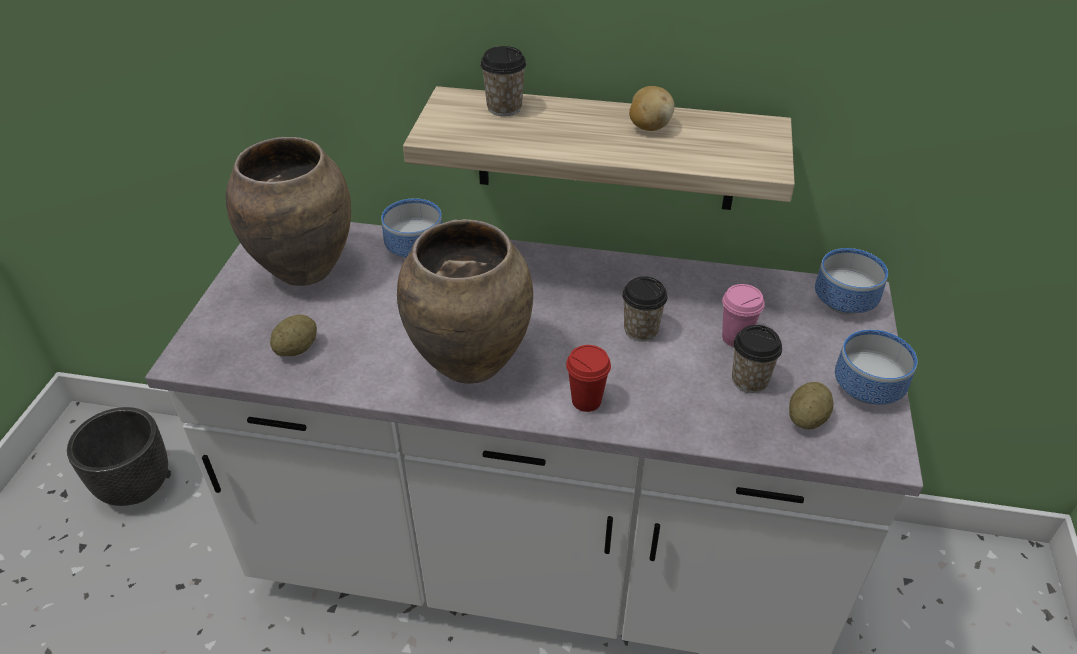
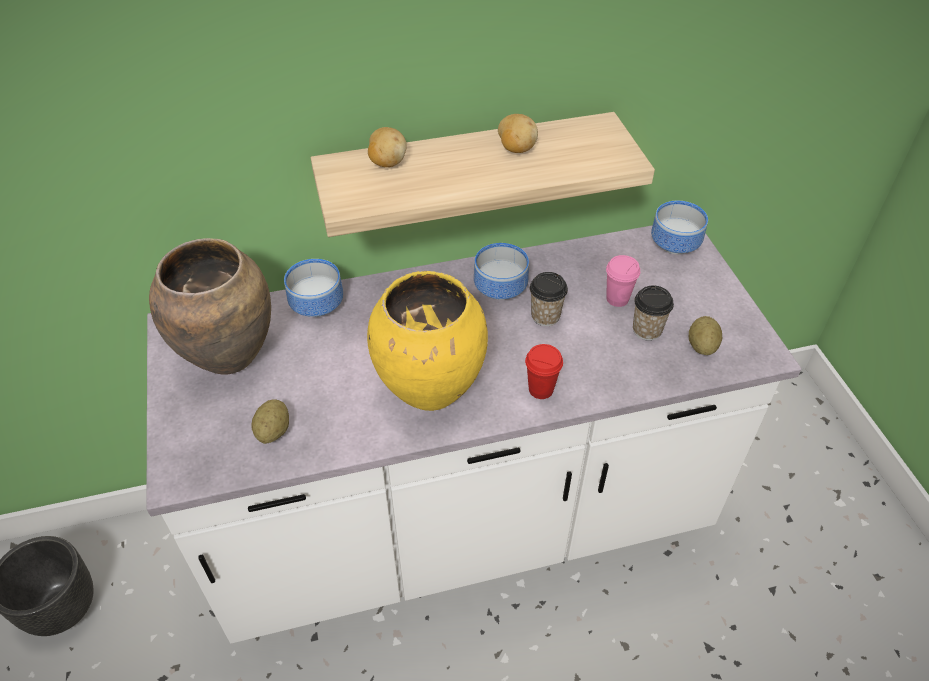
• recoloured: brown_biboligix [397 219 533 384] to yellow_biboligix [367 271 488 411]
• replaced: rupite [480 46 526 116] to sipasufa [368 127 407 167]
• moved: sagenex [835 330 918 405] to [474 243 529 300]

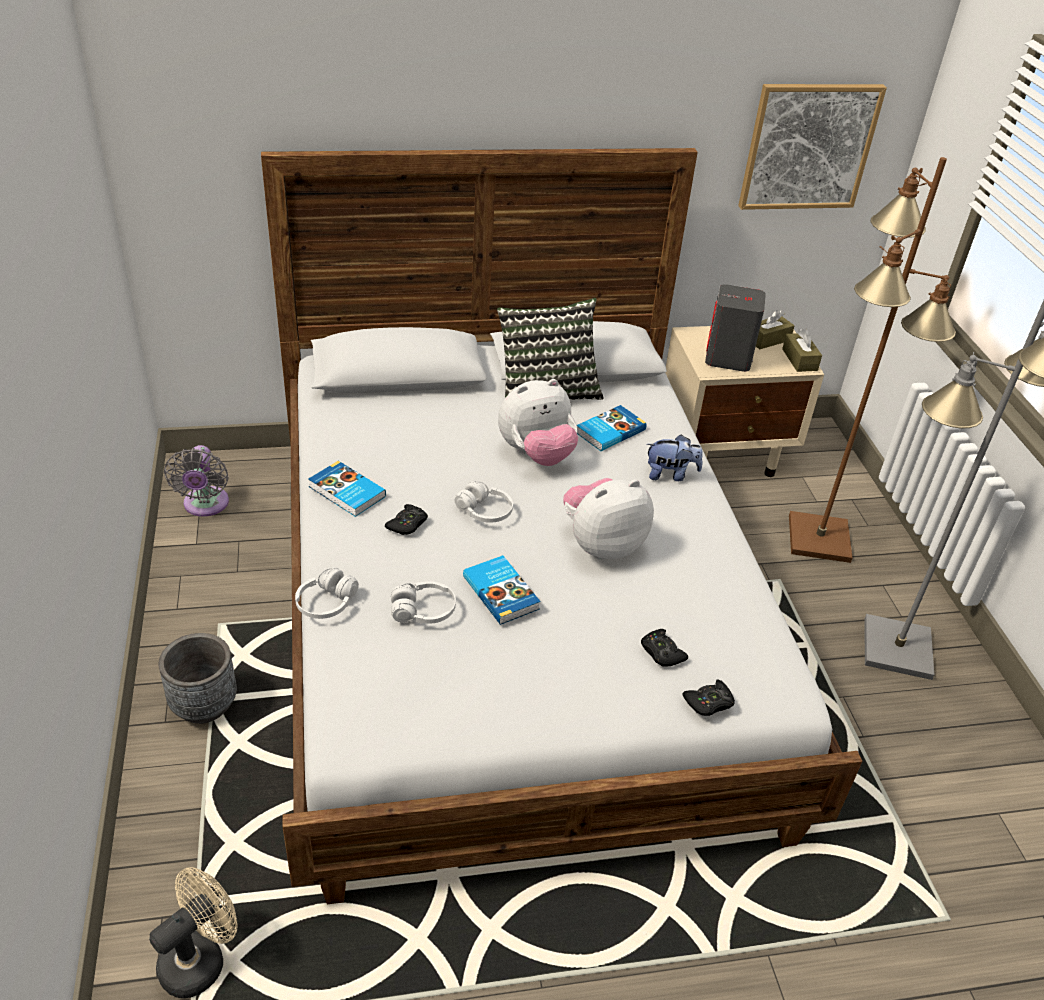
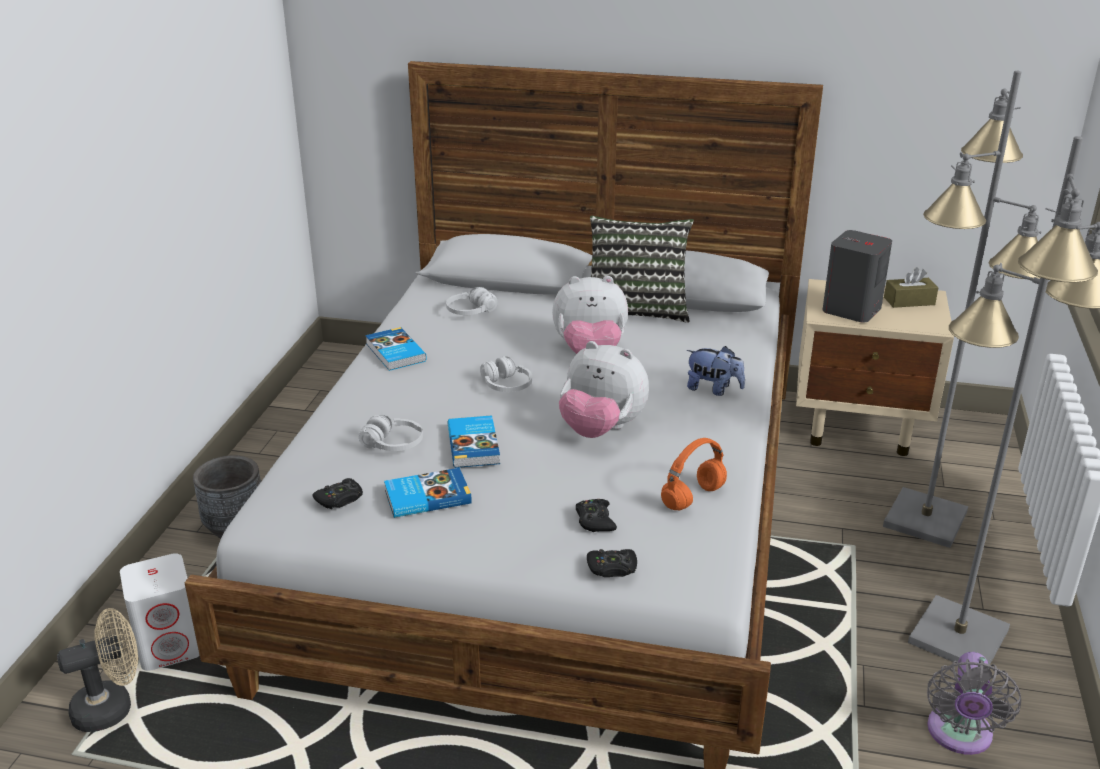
• moved: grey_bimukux [164 445 229 516] to [927 652 1021 755]
• moved: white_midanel [295 567 359 619] to [446 287 498 315]
• moved: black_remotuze [385 504 428 535] to [313 478 363 509]
• turned: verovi [563 478 654 560] = [559 341 649 438] 150 degrees counterclockwise
• moved: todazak [577 405 647 451] to [384 468 472 518]
• removed: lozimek [738 84 887 210]
• removed: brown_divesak [782 328 822 372]
• recoloured: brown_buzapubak [789 157 956 563] to grey_buzapubak [883 71 1041 548]
• added: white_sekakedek [120 553 200 671]
• added: orange_midanel [661 438 727 510]

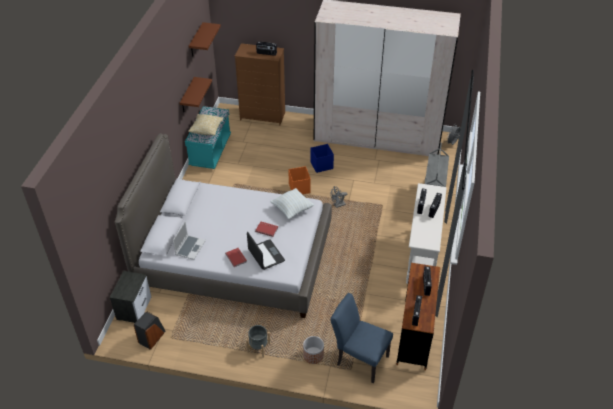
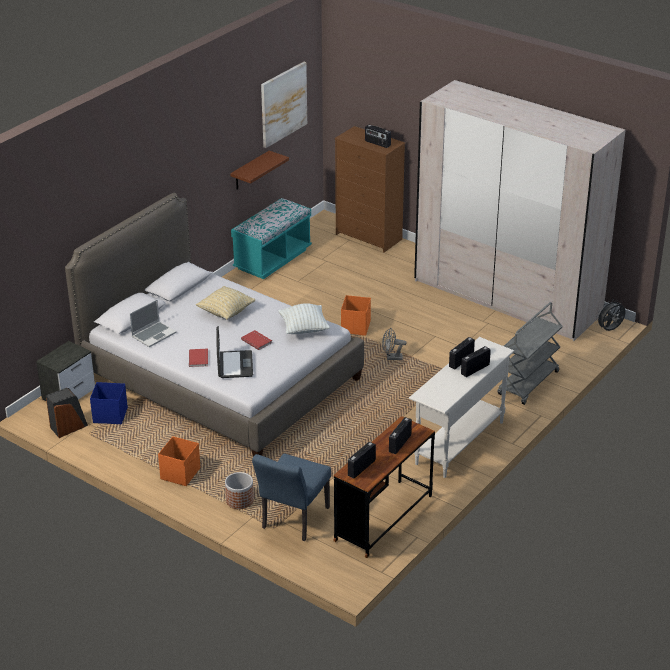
• replaced: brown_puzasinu [189 22 221 57] to lozimek [261 62 307 148]
• moved: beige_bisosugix [189 114 224 136] to [196 286 255 320]
• replaced: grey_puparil [246 325 270 358] to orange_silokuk [158 436 201 486]
• moved: blue_silokuk [310 144 334 173] to [90 382 128 424]
• turned: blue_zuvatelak [330 293 393 383] = [252 454 331 541] 120 degrees counterclockwise

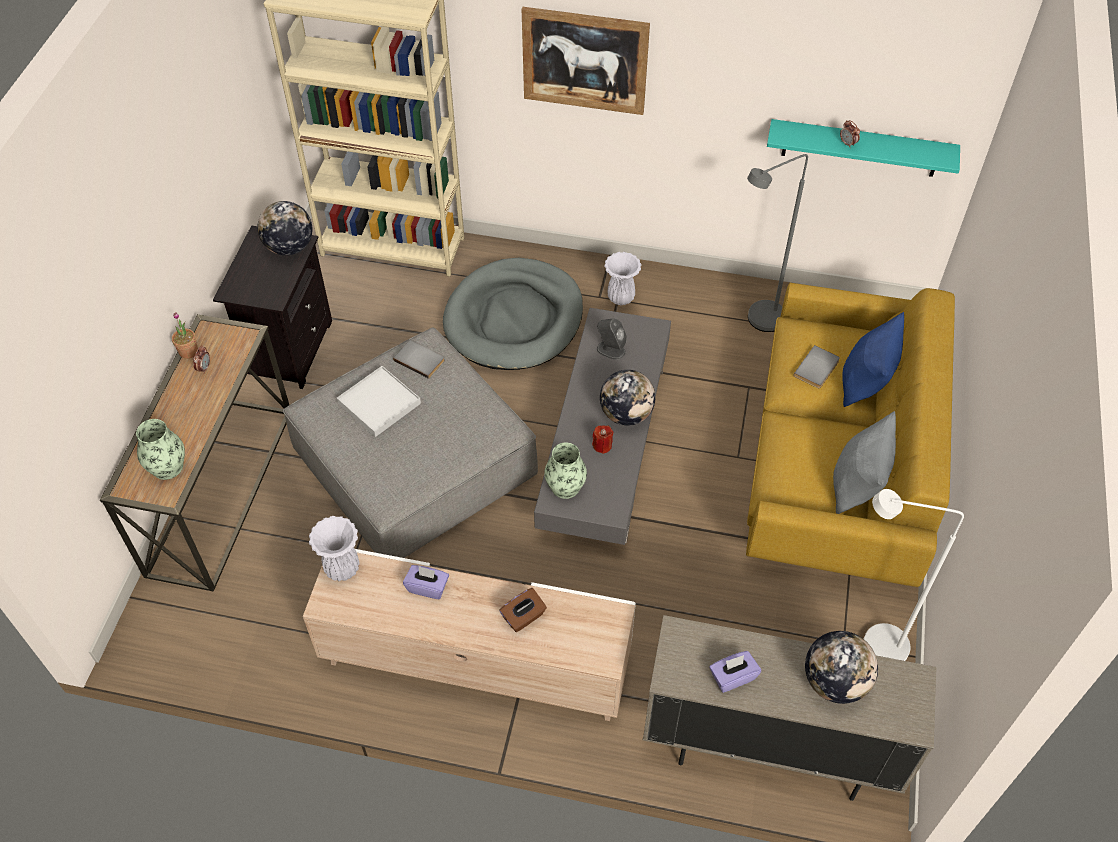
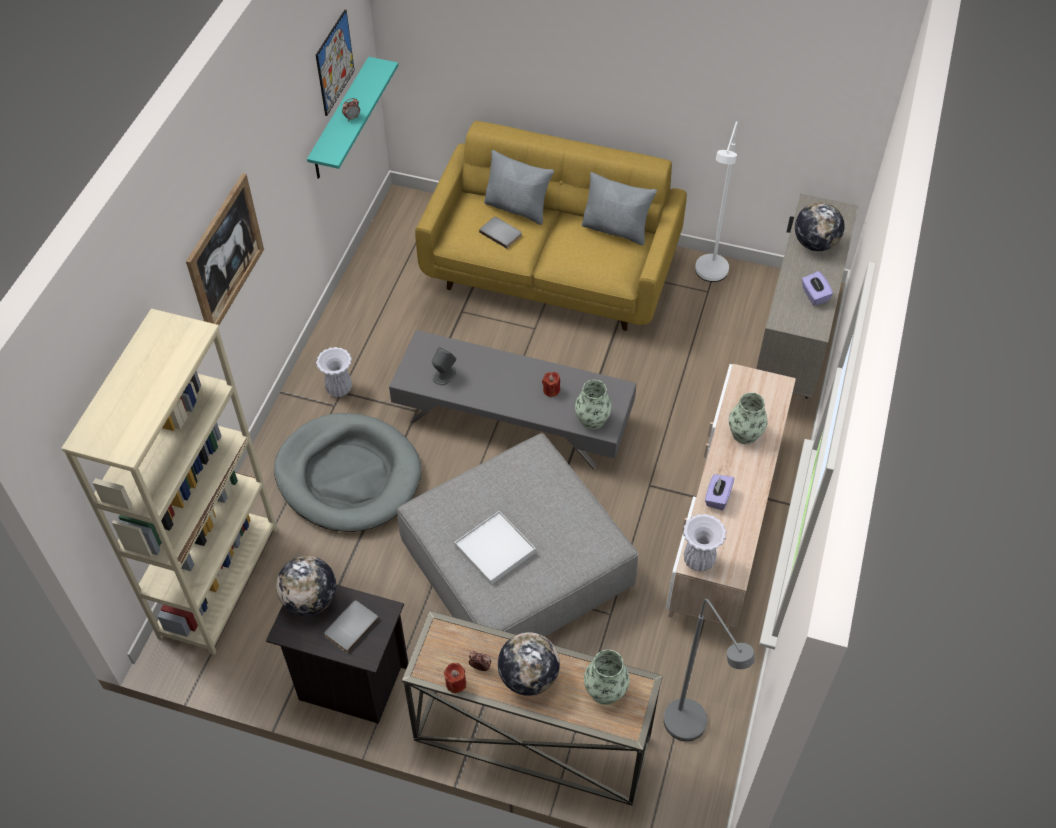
• replaced: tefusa [172 312 198 359] to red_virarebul [444 663 466 693]
• moved: grey_todazak [393 340 445 379] to [324 600 379 653]
• replaced: brown_divesak [500 588 547 632] to biboligix [729 392 768 444]
• moved: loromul [600 370 655 426] to [498 632 560 696]
• moved: grey_buzapubak [747 154 808 332] to [664 599 755 741]
• recoloured: blue_bisosugix [842 312 904 407] to grey_bisosugix [484 150 554 225]
• added: lozimek [316 9 355 116]

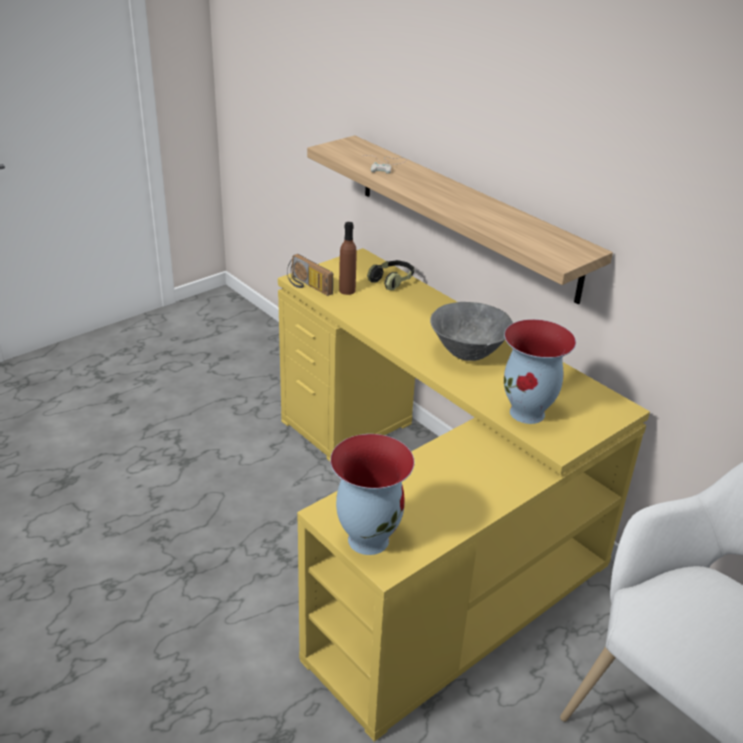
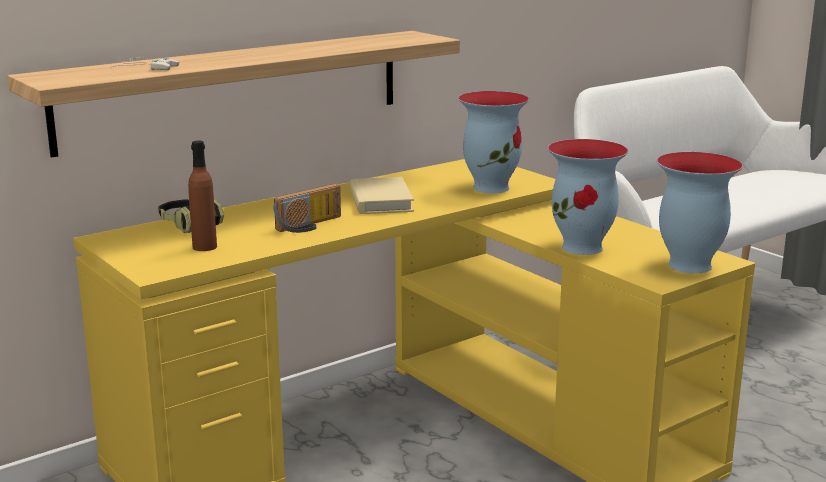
• moved: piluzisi [287 254 333 296] to [273 184 341 233]
• replaced: grey_sagenex [430 302 513 361] to beige_todazak [350 177 414 214]
• added: biboligix [548 139 628 255]

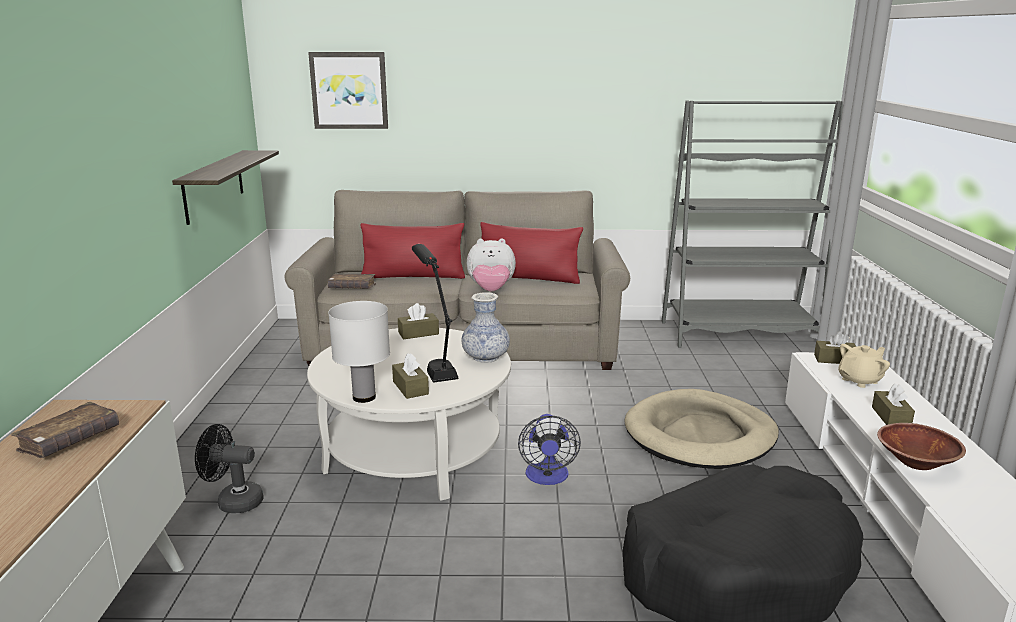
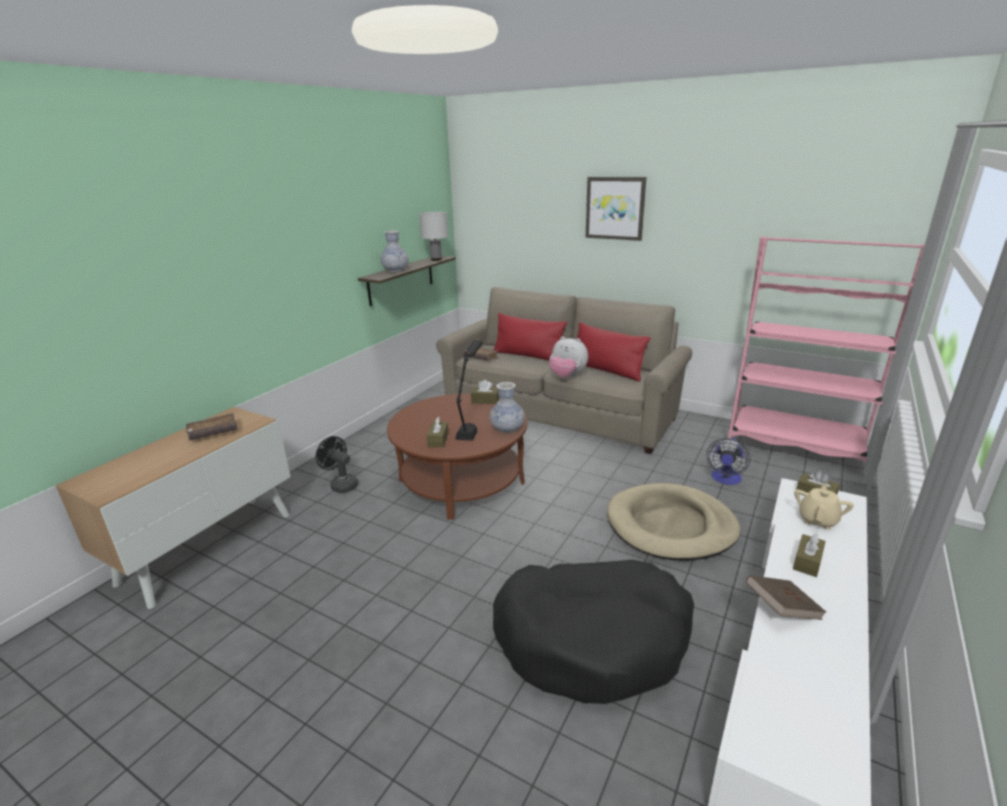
• recoloured: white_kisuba [307 328 511 501] to brown_kisuba [387 394 527 520]
• moved: lozimek [308 52 388 129] to [586 177 646 241]
• moved: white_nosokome [328 301 390 403] to [419 212 448 261]
• moved: bimukux [518 414 581 485] to [707 438 750 485]
• recoloured: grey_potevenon [662 100 843 347] to pink_potevenon [728 236 925 463]
• turned: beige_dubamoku [838 344 890 388] = [794 483 854 530] 60 degrees counterclockwise
• replaced: brown_sagenex [877 423 966 470] to brown_todazak [746 575 827 620]
• added: biboligix [380 231 409 272]

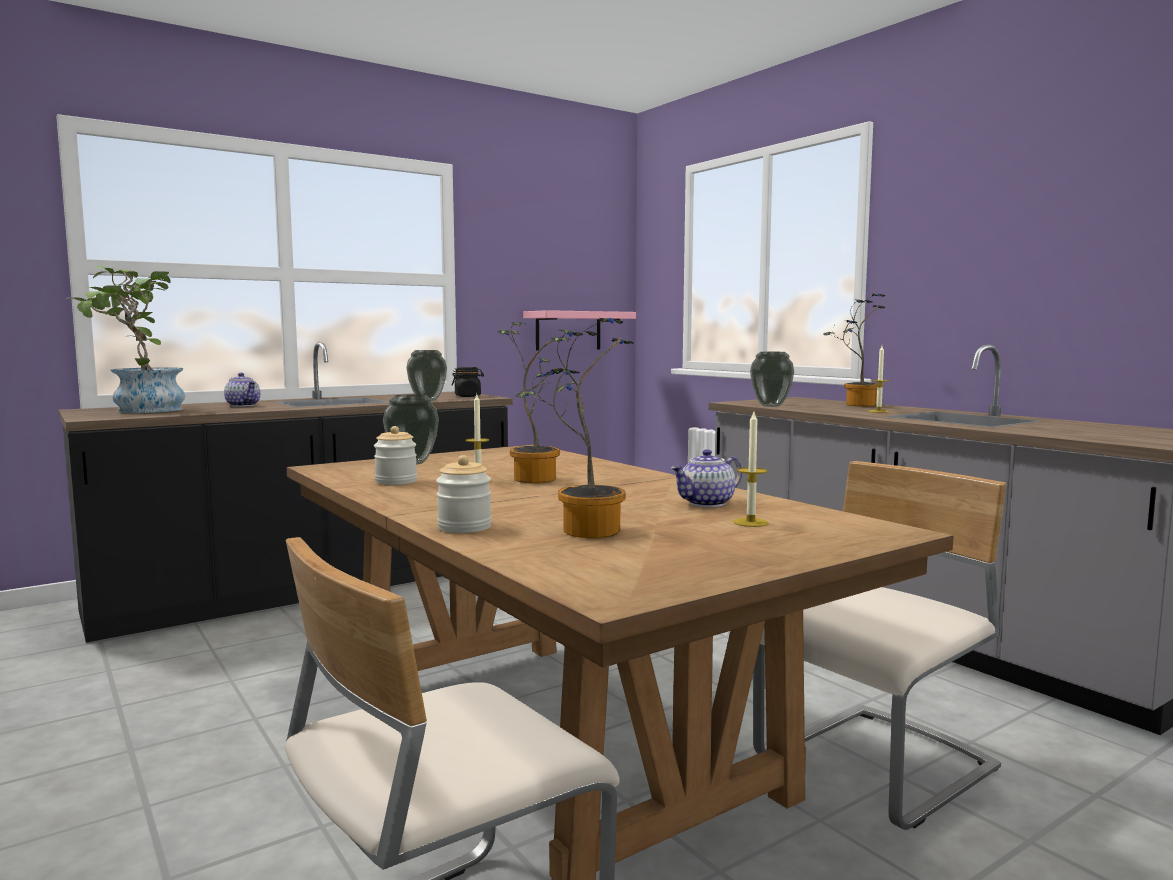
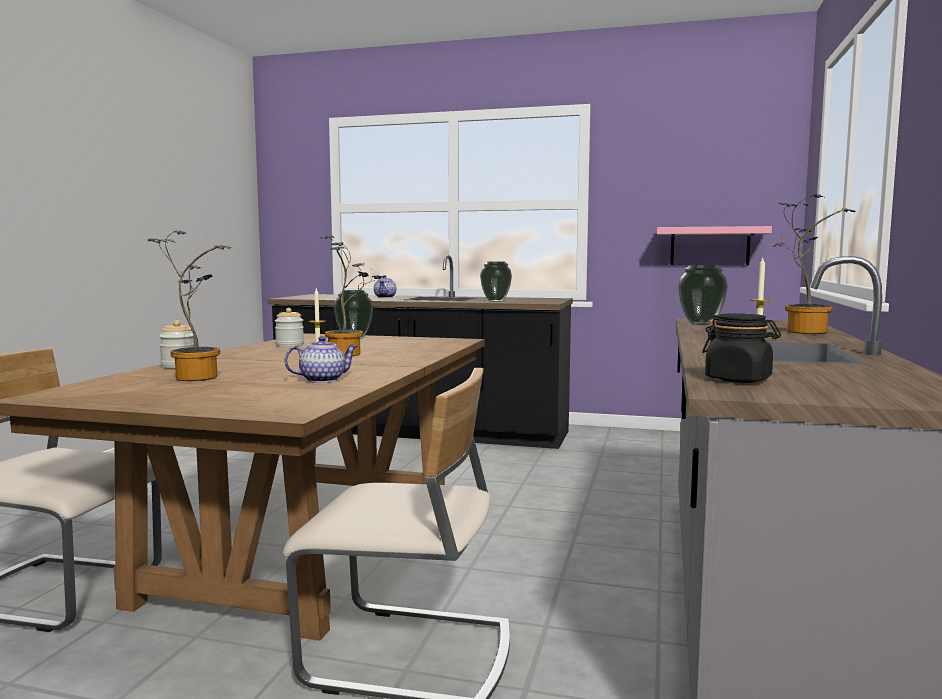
• removed: tefusa [73 266 185 413]
• moved: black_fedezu [452 367 484 397] to [702 314 781 383]
• turned: dubamoku [671 449 742 507] = [284 336 357 383] 135 degrees clockwise
• removed: virarebul [733 412 769 527]

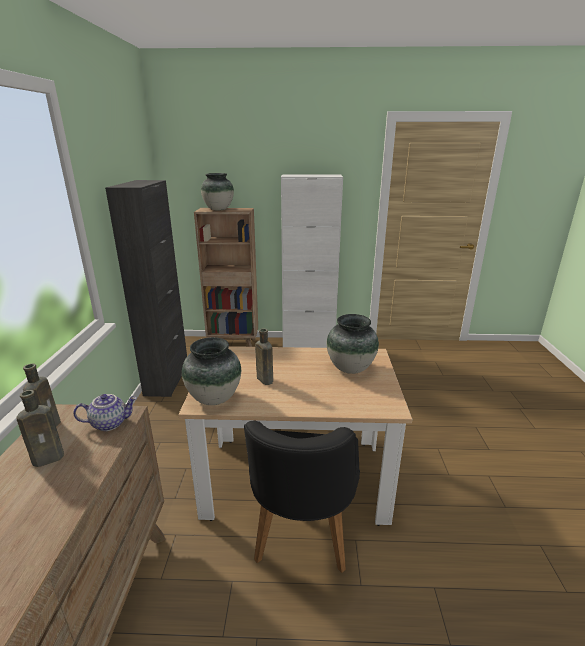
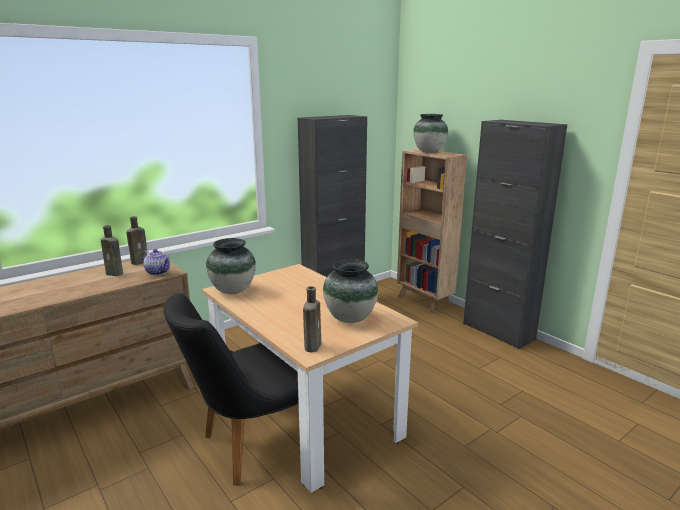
• moved: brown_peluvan [255 328 273 385] to [303 286 321 352]
• recoloured: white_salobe [281 174 343 348] to black_salobe [463 120 567 349]

